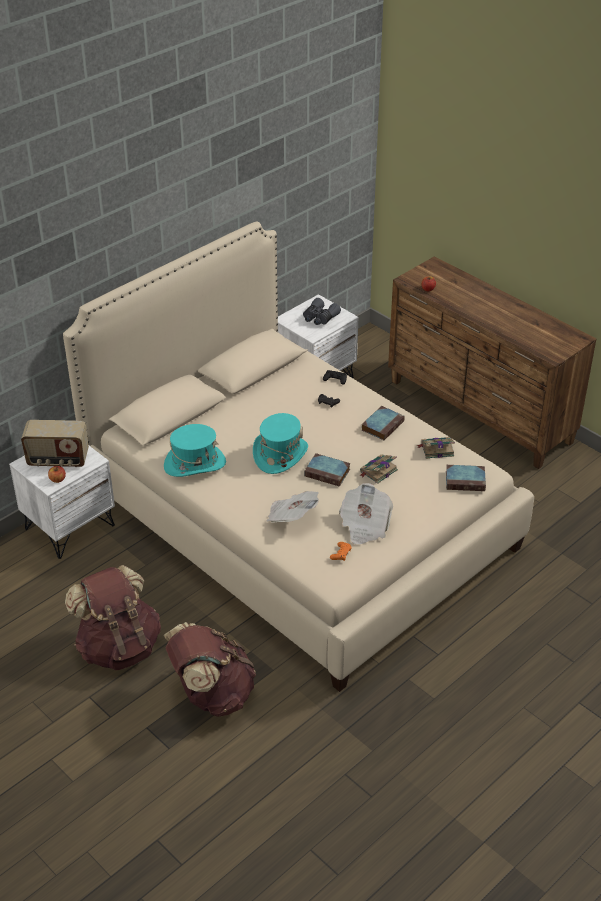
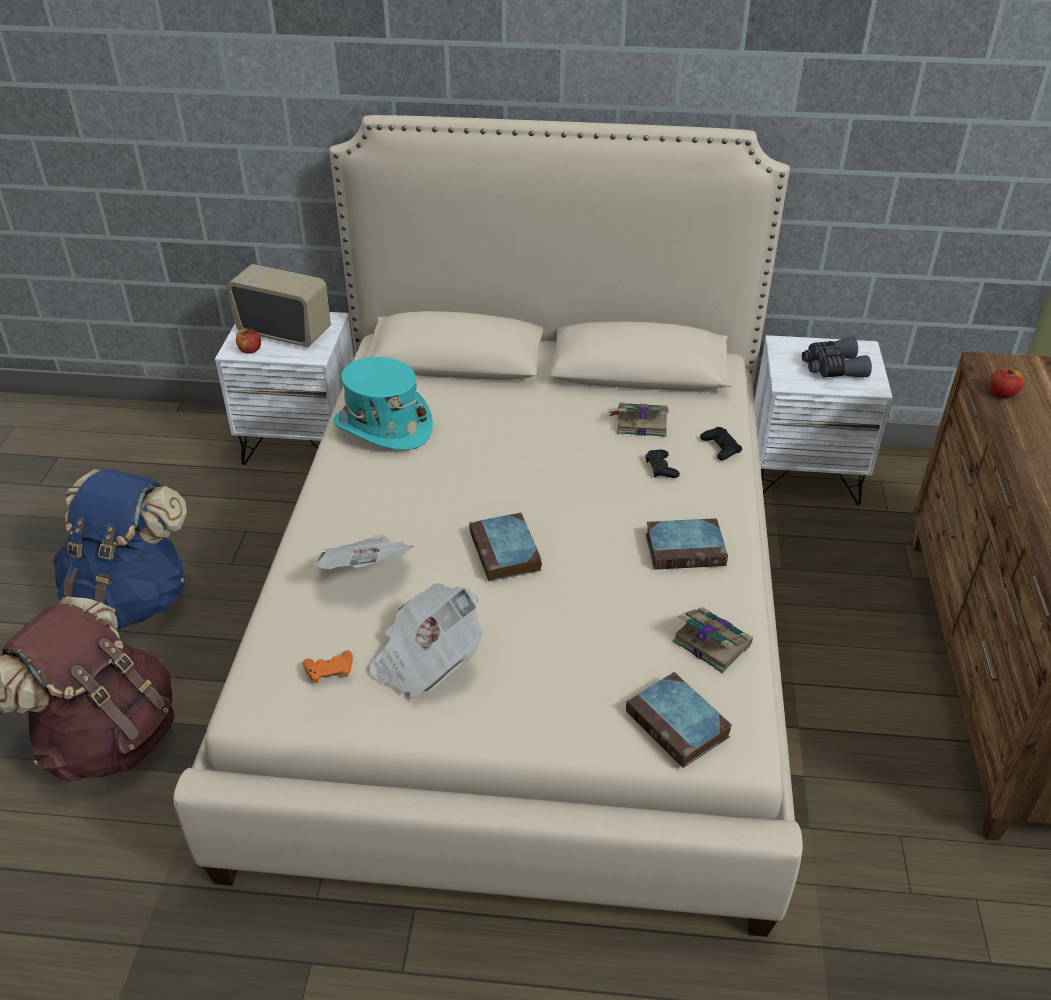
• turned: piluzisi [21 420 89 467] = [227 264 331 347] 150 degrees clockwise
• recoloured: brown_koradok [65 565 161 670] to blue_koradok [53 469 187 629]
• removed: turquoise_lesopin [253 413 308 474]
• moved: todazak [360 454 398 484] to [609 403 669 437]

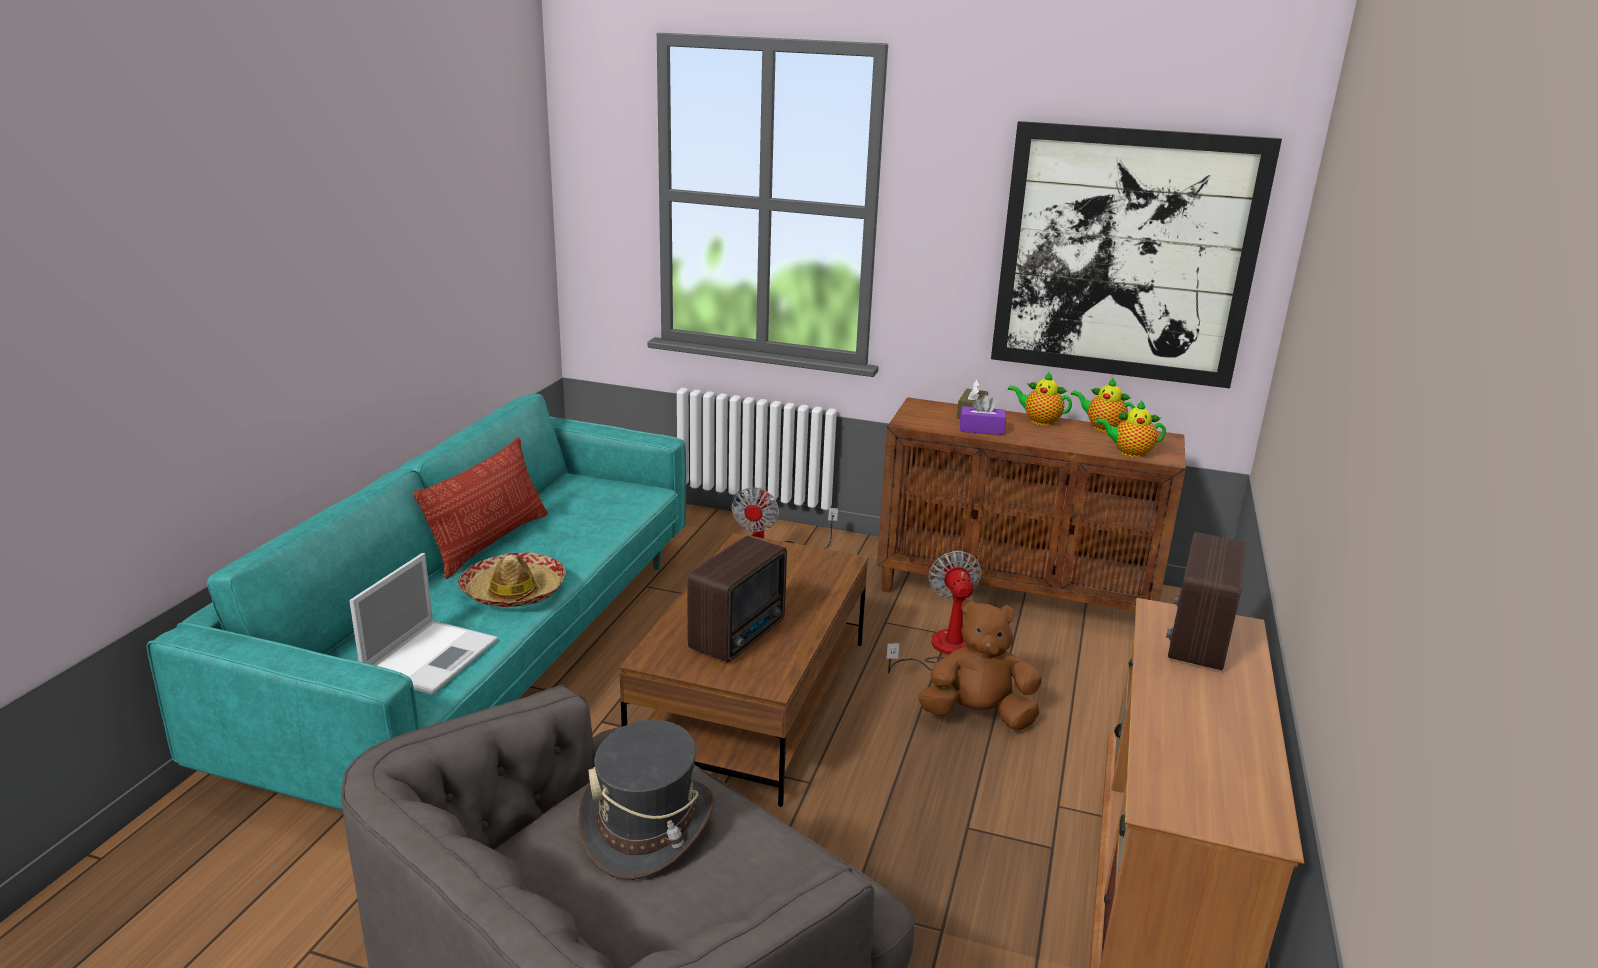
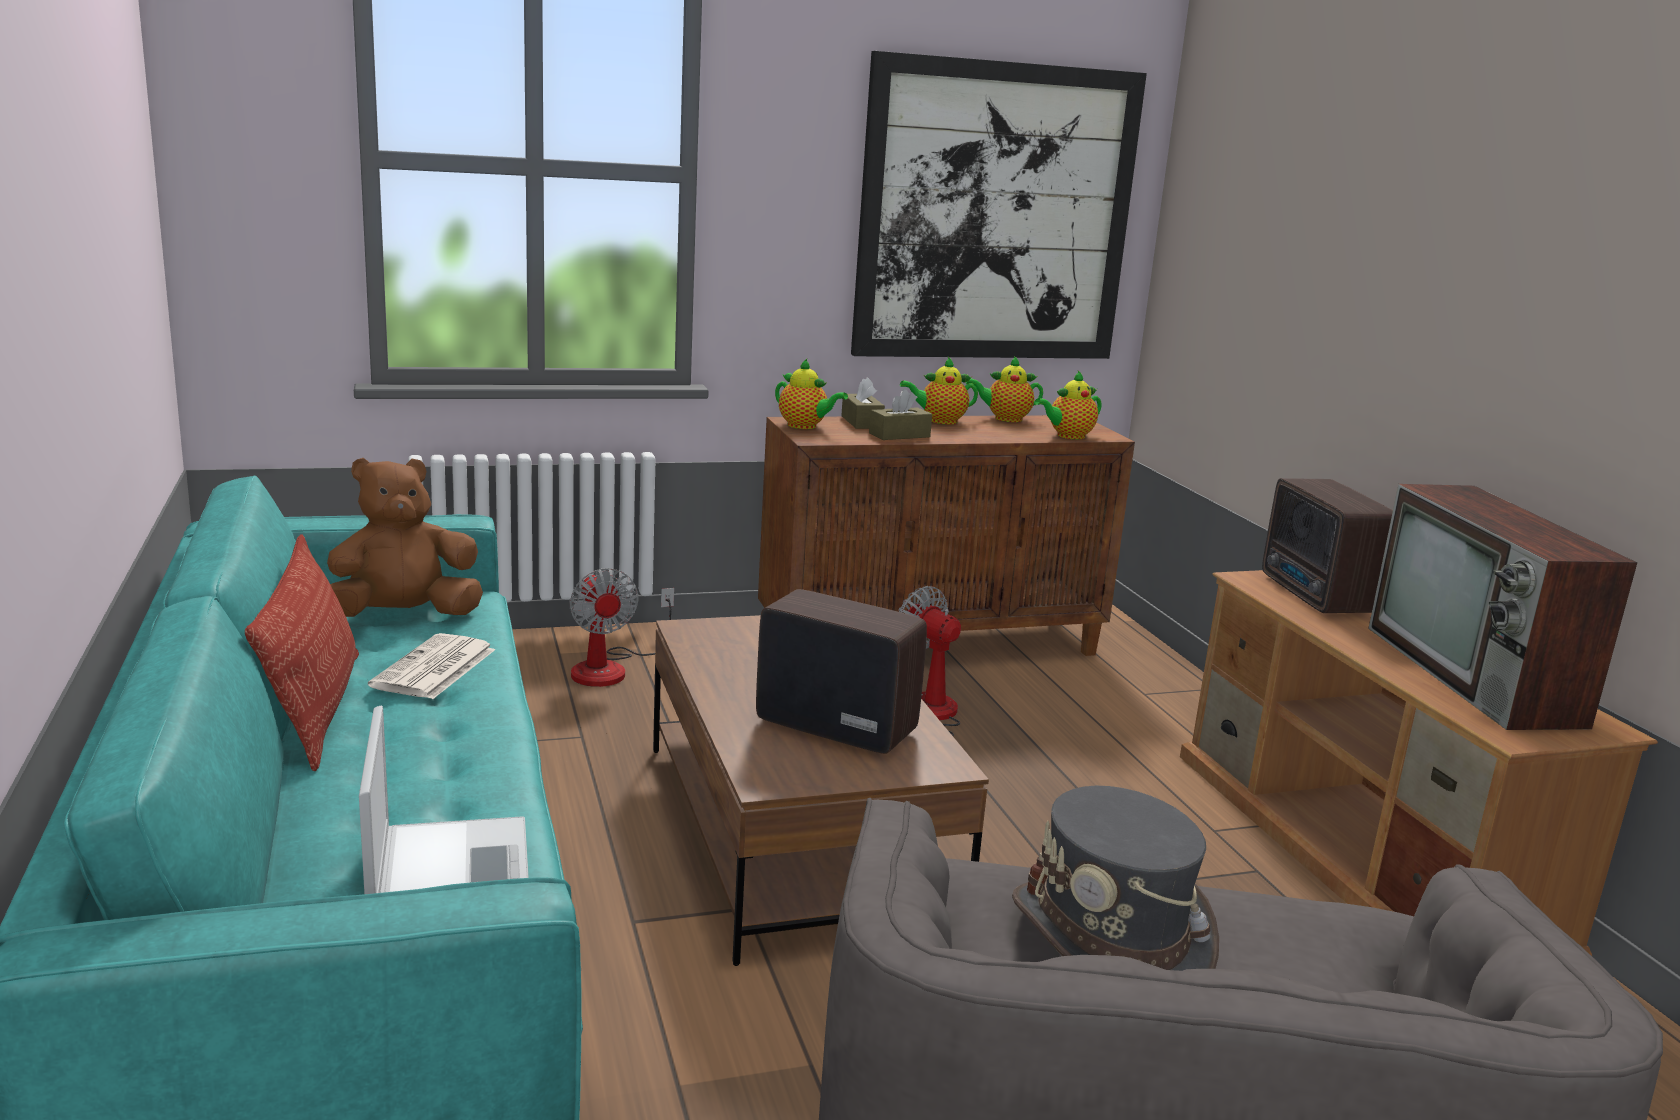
• removed: lesopin [458 552 566 607]
• turned: piluzisi [687 536 787 662] = [756 589 927 754] 60 degrees counterclockwise
• moved: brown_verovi [918 599 1042 730] to [327 458 483 617]
• recoloured: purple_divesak [960 395 1006 435] to brown_divesak [869 389 932 440]
• added: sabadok [368 633 495 699]
• added: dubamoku [775 359 848 429]
• added: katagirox [1368 484 1637 730]

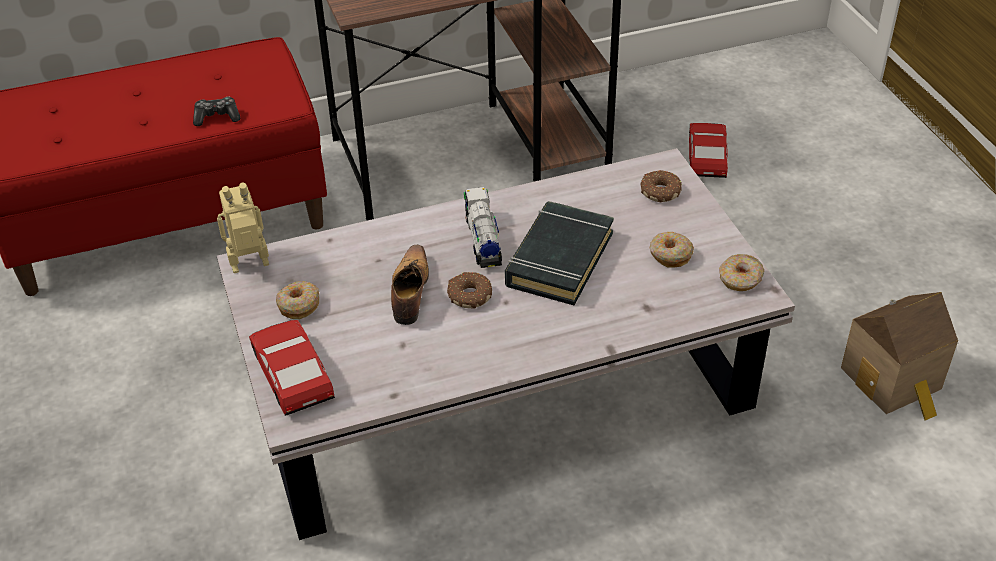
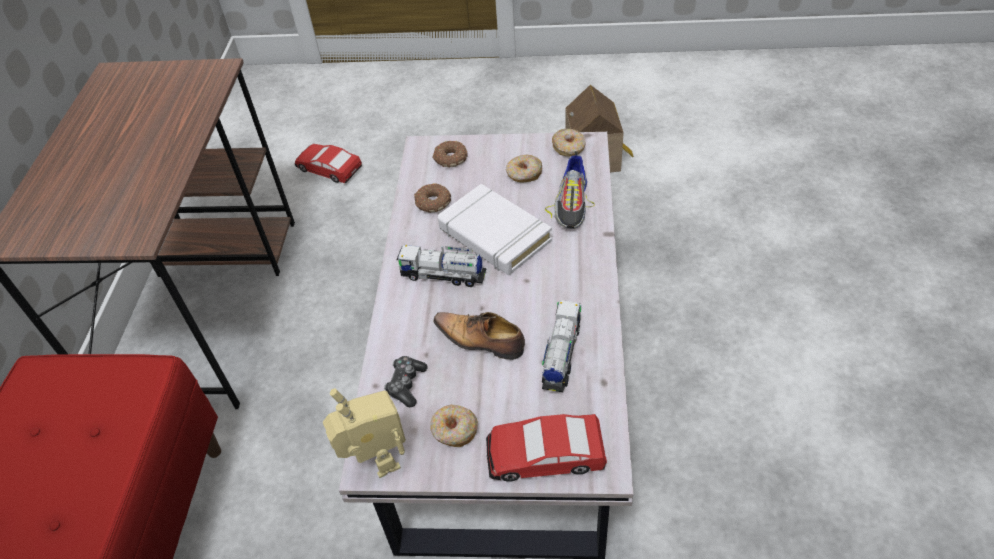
• moved: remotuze [193 97 241 126] to [384 356 428 407]
• turned: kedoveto [217 183 269 273] = [323 389 406 478] 150 degrees clockwise
• moved: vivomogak [447 272 492 309] to [414 183 451 213]
• recoloured: black_todazak [505 201 614 305] to white_todazak [438 184 552 275]
• added: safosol [542 300 581 392]
• added: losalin [545 151 595 229]

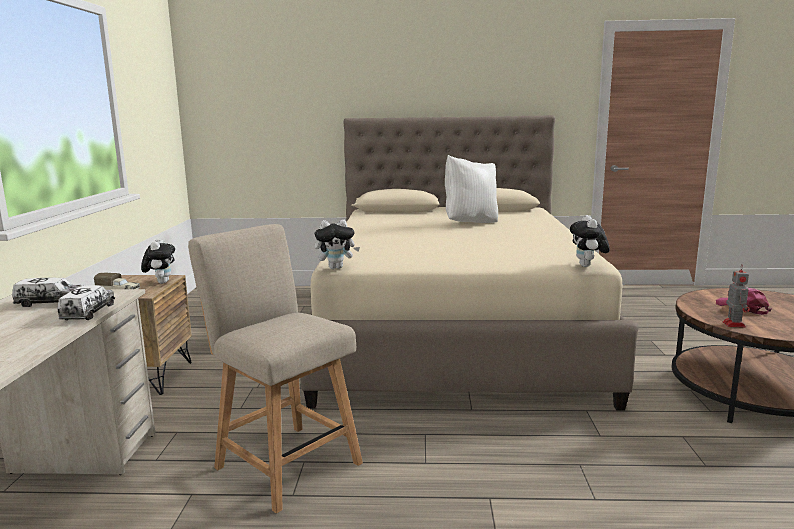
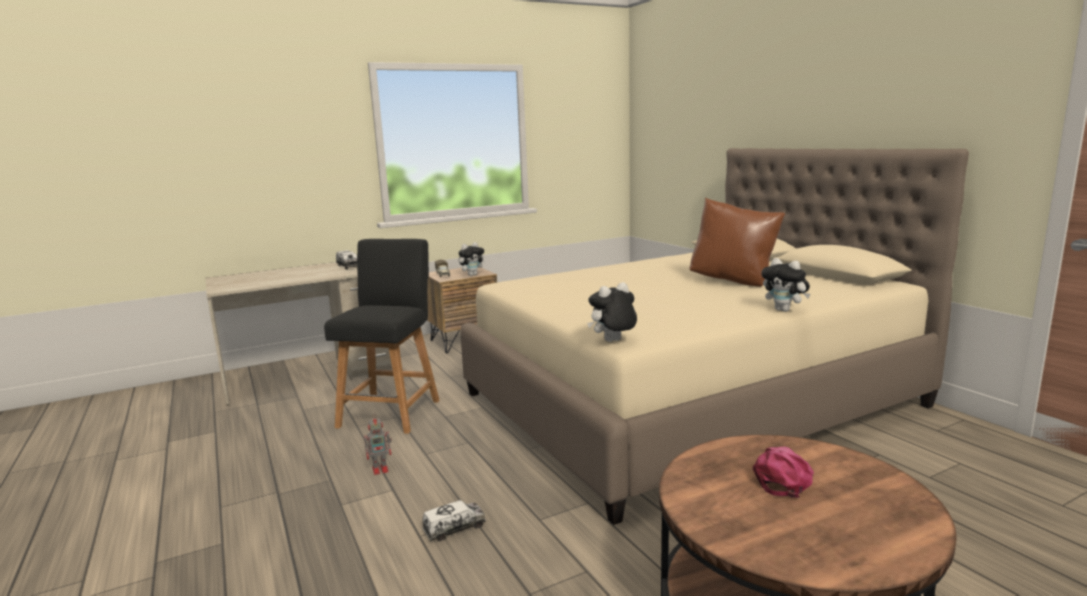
• moved: safosol [57 285 115 320] to [422 500 486 541]
• recoloured: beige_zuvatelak [188 224 363 514] to black_zuvatelak [324 239 440 434]
• moved: verovi [315 219 360 269] to [761 258 810 312]
• recoloured: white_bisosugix [445 155 498 223] to brown_bisosugix [690 198 785 287]
• moved: kedoveto [723 265 750 327] to [364 414 392 475]

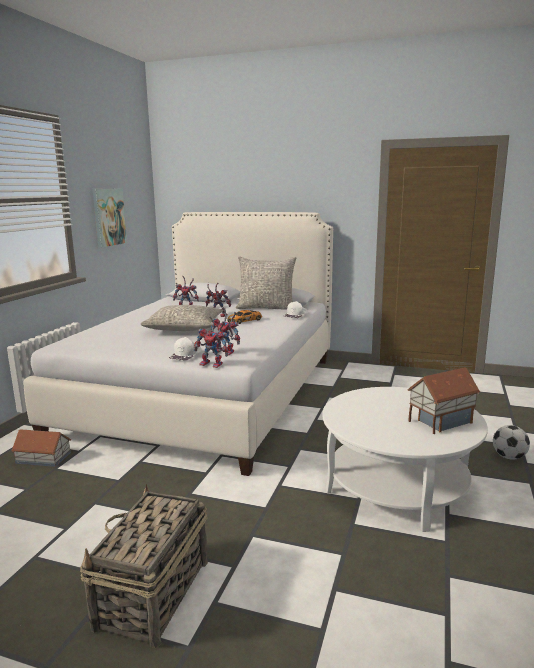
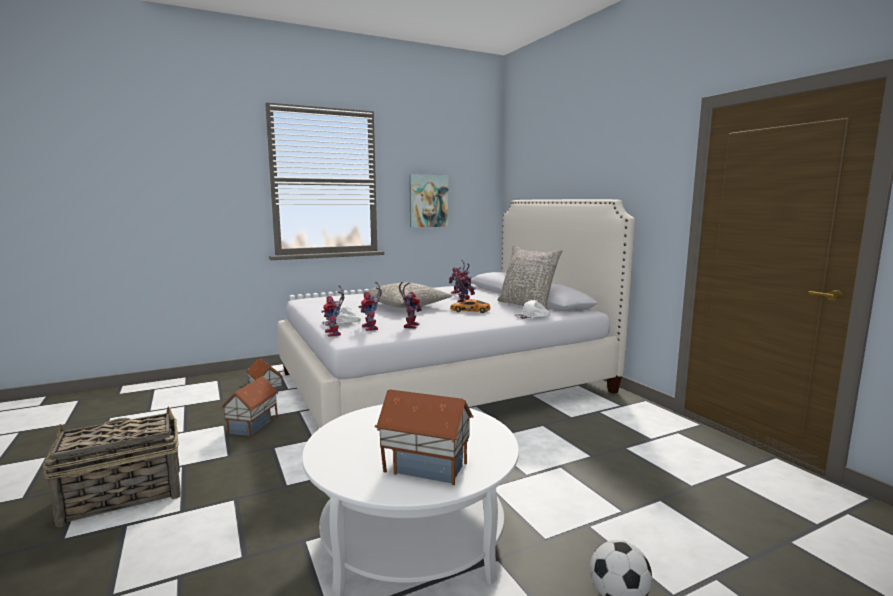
• added: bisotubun [221 376 278 437]
• added: kedoveto [399 282 422 329]

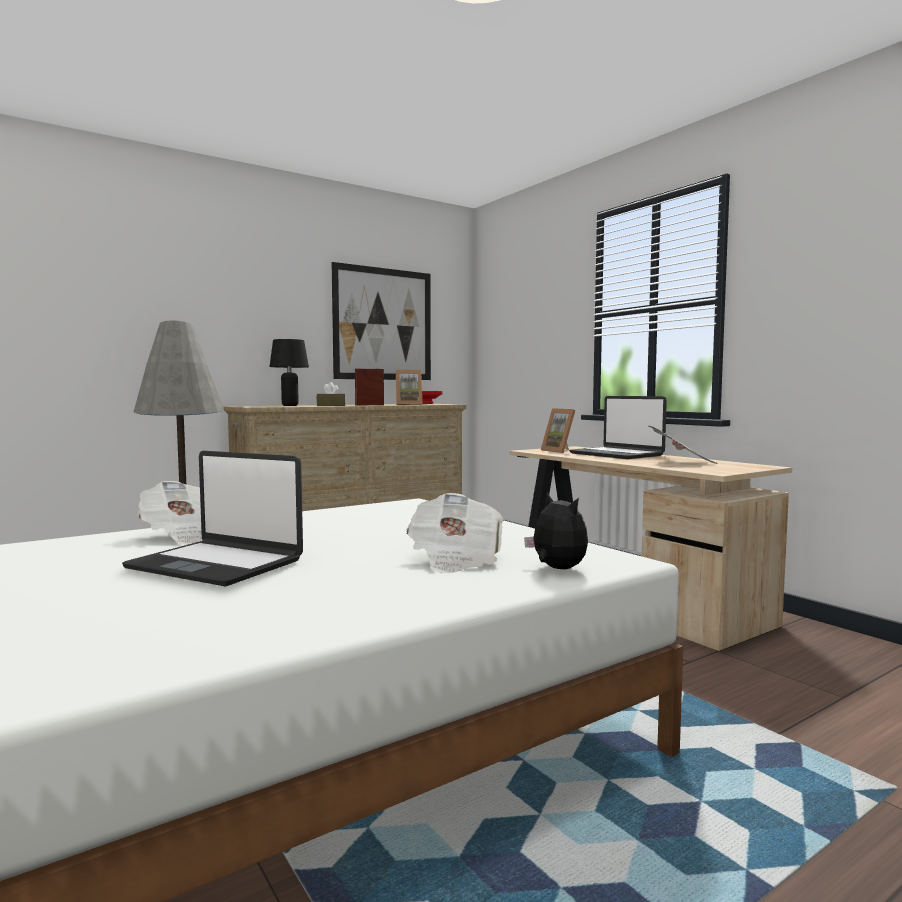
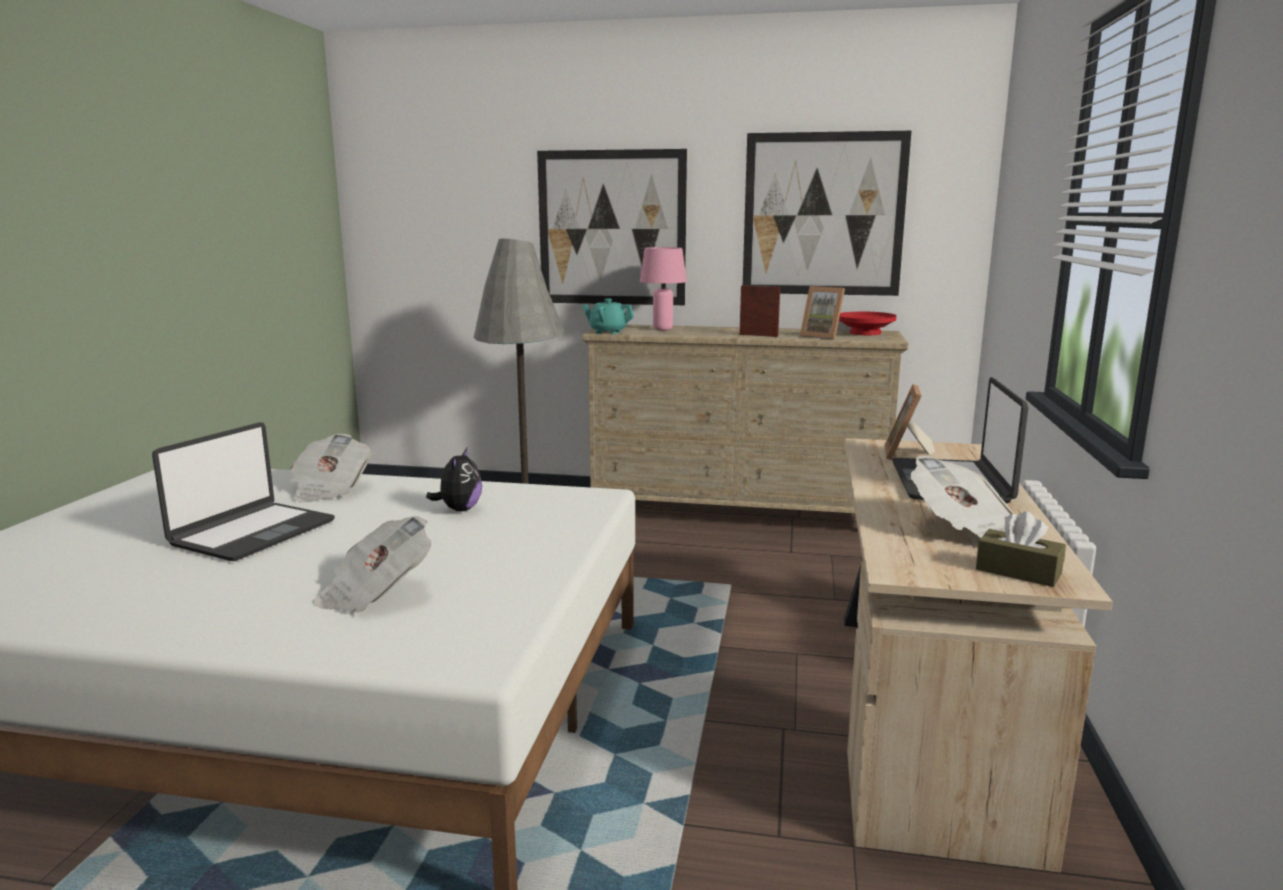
• turned: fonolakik [122 451 303 587] = [152 422 335 561] 135 degrees counterclockwise
• recoloured: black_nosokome [270 339 309 406] to pink_nosokome [640 247 687 331]
• moved: brown_divesak [316 382 345 406] to [976 511 1066 587]
• moved: verovi [524 492 588 569] to [426 448 482 511]
• added: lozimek [537 149 687 305]
• added: turquoise_dubamoku [582 298 634 334]

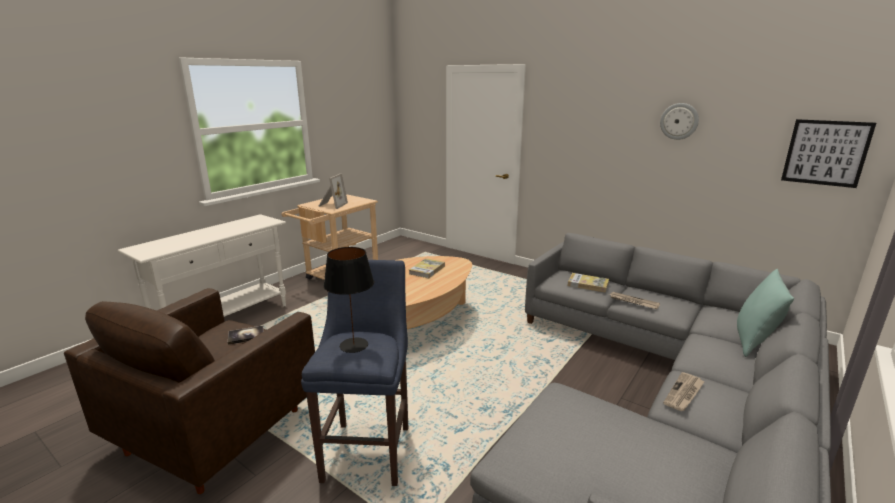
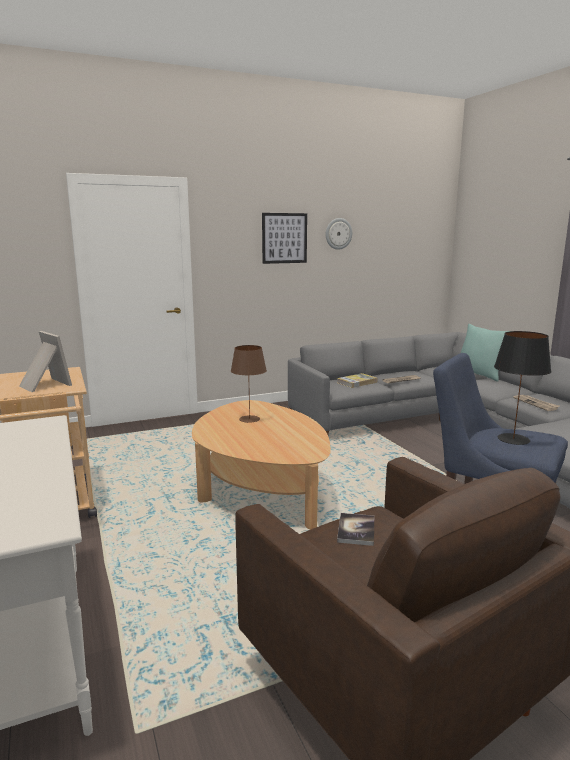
• replaced: todazak [409 258 445 278] to brown_nosokome [231 345 267 423]
• moved: lozimek [781 119 876 188] to [262 213 307 264]

